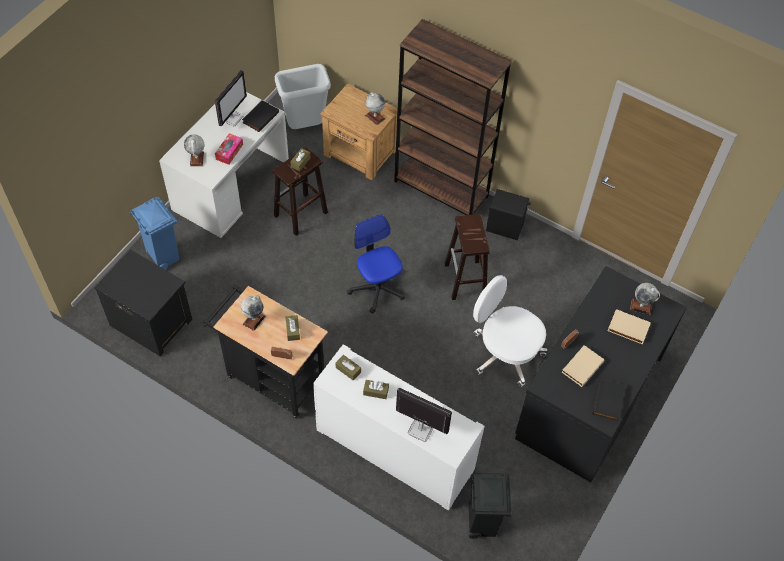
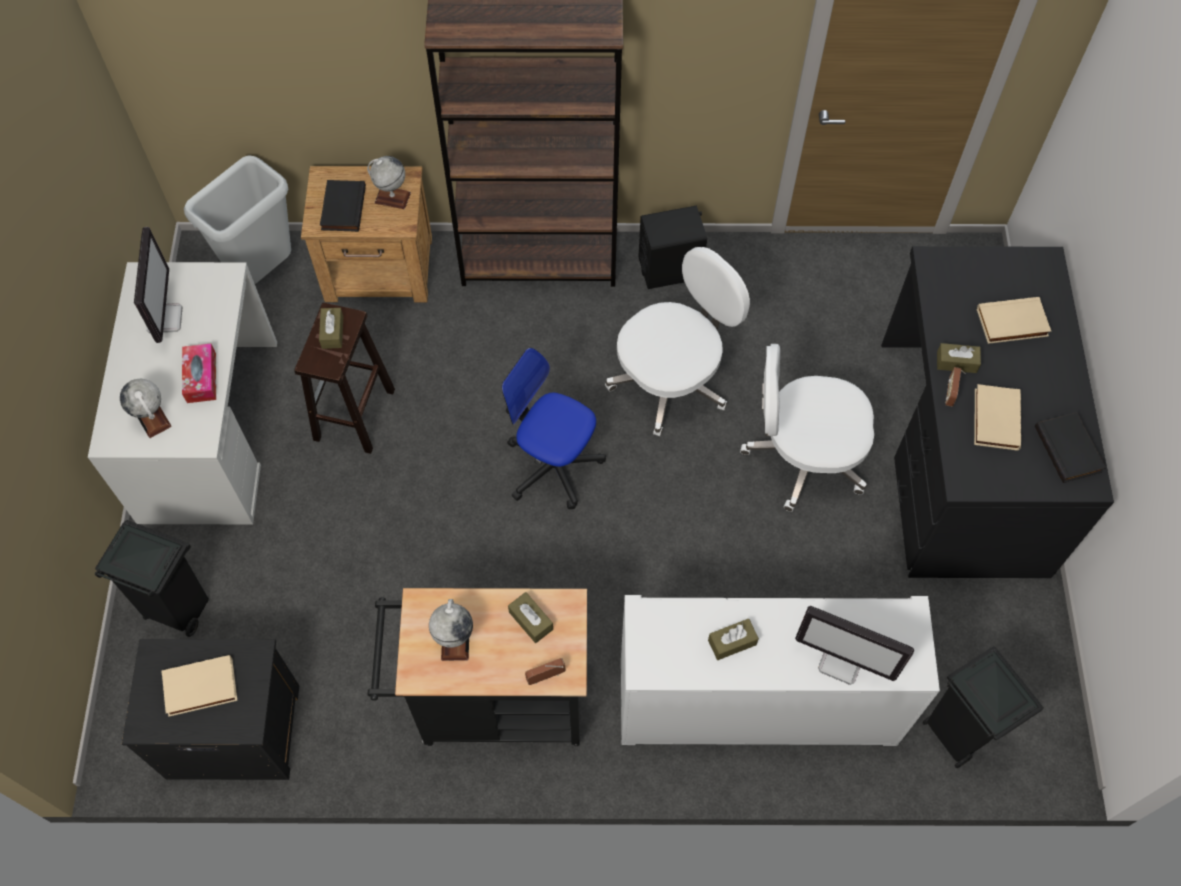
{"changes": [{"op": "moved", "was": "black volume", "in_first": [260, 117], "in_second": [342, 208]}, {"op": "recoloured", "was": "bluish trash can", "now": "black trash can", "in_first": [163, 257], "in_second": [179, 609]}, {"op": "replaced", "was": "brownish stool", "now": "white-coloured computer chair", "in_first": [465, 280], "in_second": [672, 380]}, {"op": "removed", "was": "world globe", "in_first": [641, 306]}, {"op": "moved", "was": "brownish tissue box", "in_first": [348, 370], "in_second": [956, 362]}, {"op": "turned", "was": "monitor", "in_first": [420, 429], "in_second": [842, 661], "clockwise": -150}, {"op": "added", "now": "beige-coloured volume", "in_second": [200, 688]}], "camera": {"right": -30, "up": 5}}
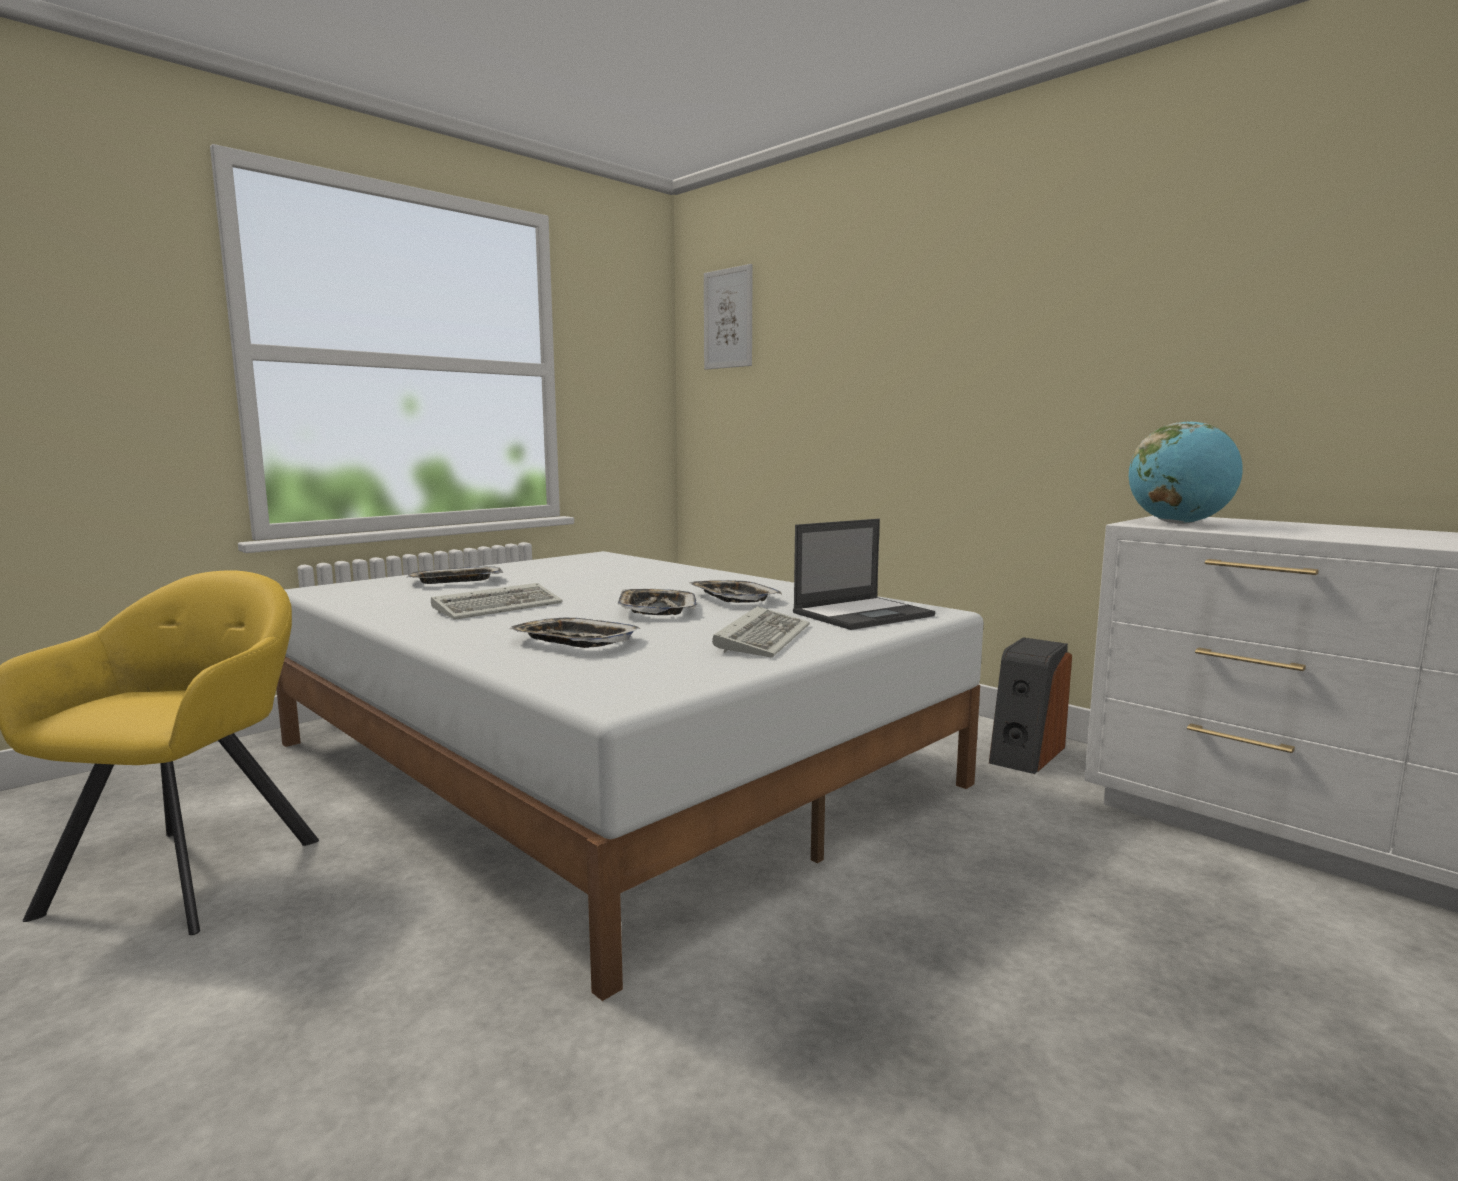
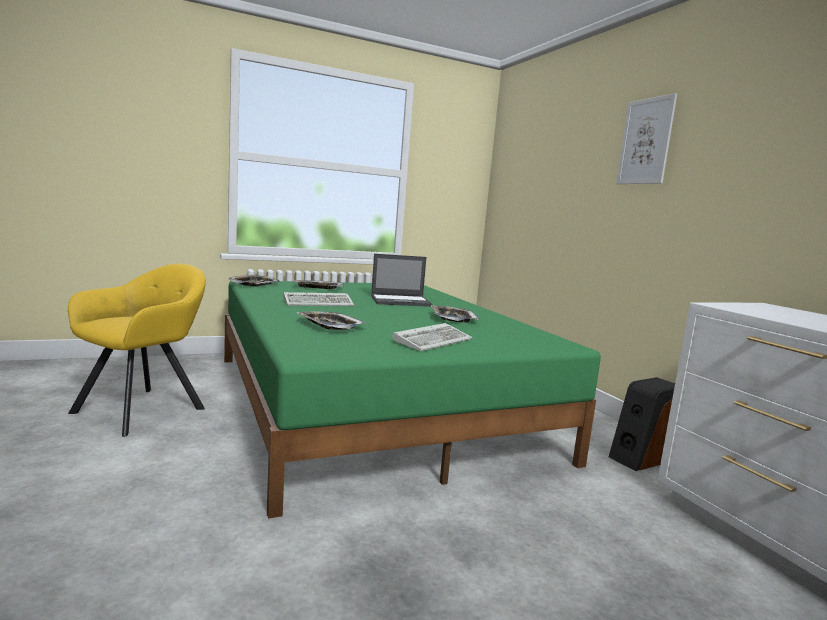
{"changes": [{"op": "moved", "was": "picture", "in_first": [728, 318], "in_second": [645, 141]}, {"op": "removed", "was": "world globe", "in_first": [1179, 523]}, {"op": "moved", "was": "notebook computer", "in_first": [864, 614], "in_second": [401, 301]}, {"op": "recoloured", "was": "white-coloured bed", "now": "green-coloured bed", "in_first": [608, 762], "in_second": [372, 404]}, {"op": "moved", "was": "serving tray", "in_first": [656, 609], "in_second": [254, 284]}], "camera": {"right": 20, "up": 0}}
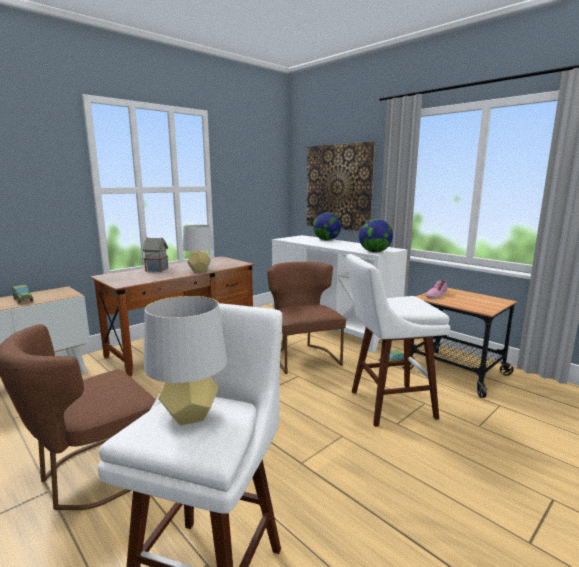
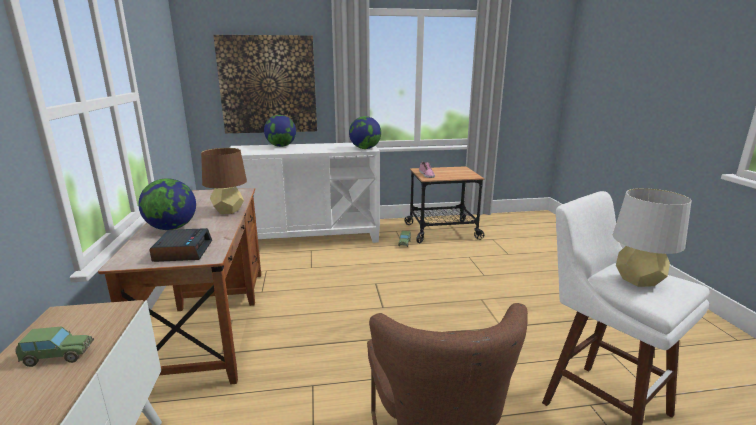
{"changes": [{"op": "recoloured", "was": "greyish lamp for a table", "now": "brownish lamp for a table", "in_first": [199, 270], "in_second": [228, 211]}, {"op": "replaced", "was": "toy house", "now": "world globe", "in_first": [157, 270], "in_second": [172, 228]}, {"op": "removed", "was": "white-coloured stool", "in_first": [386, 405]}, {"op": "removed", "was": "brownish upright chair", "in_first": [303, 356]}, {"op": "added", "now": "bedside clock", "in_second": [183, 251]}], "camera": {"right": -55, "up": 5}}
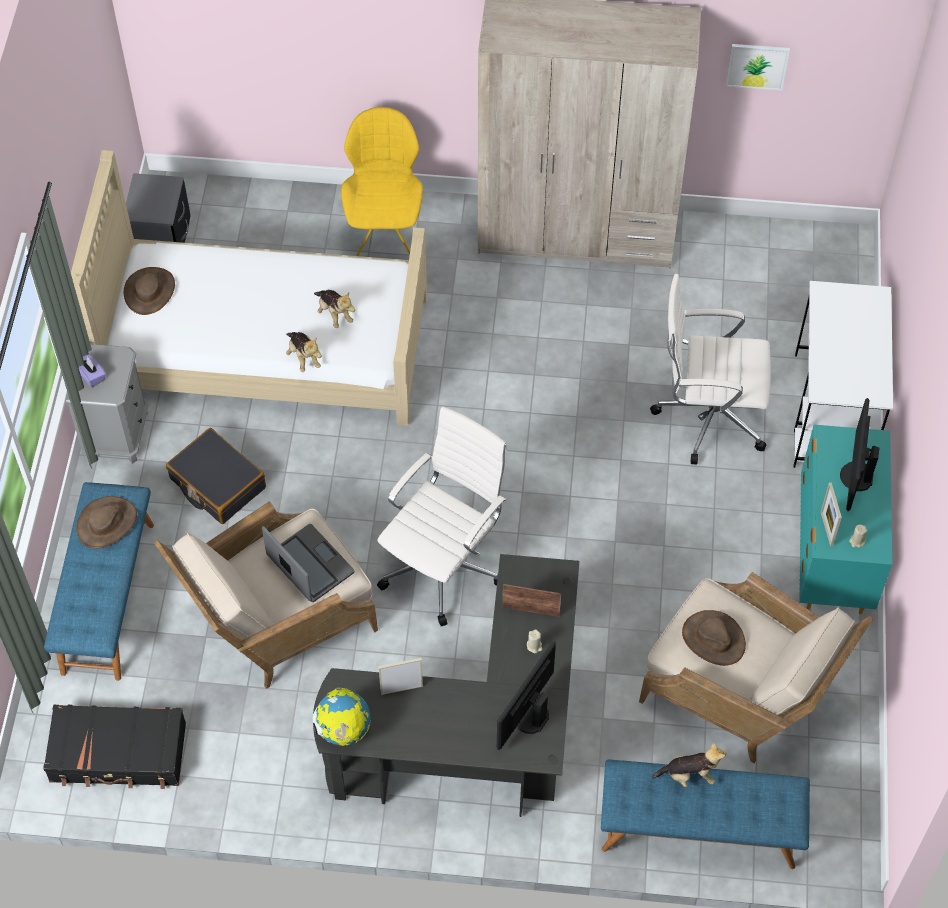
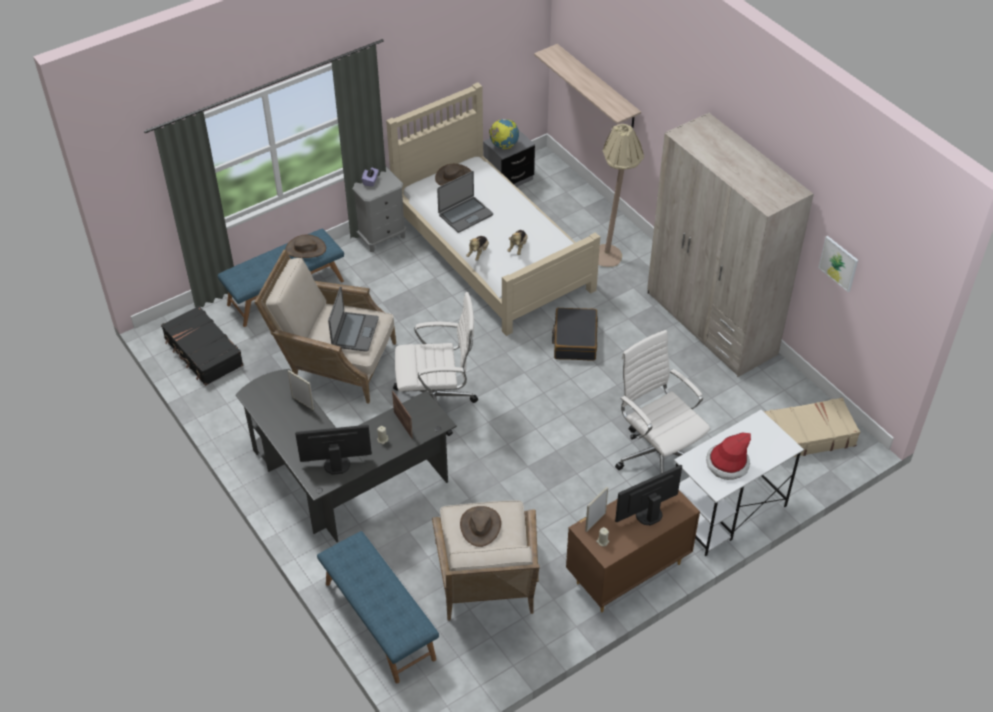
{"changes": [{"op": "replaced", "was": "yellow upright chair", "now": "beige-coloured floor lamp", "in_first": [385, 238], "in_second": [612, 252]}, {"op": "recoloured", "was": "turquoise drawer chest", "now": "brownish drawer chest", "in_first": [832, 556], "in_second": [627, 573]}, {"op": "moved", "was": "black travel case", "in_first": [217, 483], "in_second": [575, 340]}, {"op": "moved", "was": "world globe", "in_first": [343, 730], "in_second": [504, 146]}, {"op": "removed", "was": "plush toy", "in_first": [689, 775]}, {"op": "added", "now": "shelf", "in_second": [597, 86]}, {"op": "added", "now": "notebook computer", "in_second": [465, 215]}, {"op": "added", "now": "beige-coloured travel case", "in_second": [806, 435]}, {"op": "added", "now": "hat", "in_second": [727, 464]}], "camera": {"right": 50, "up": -10}}
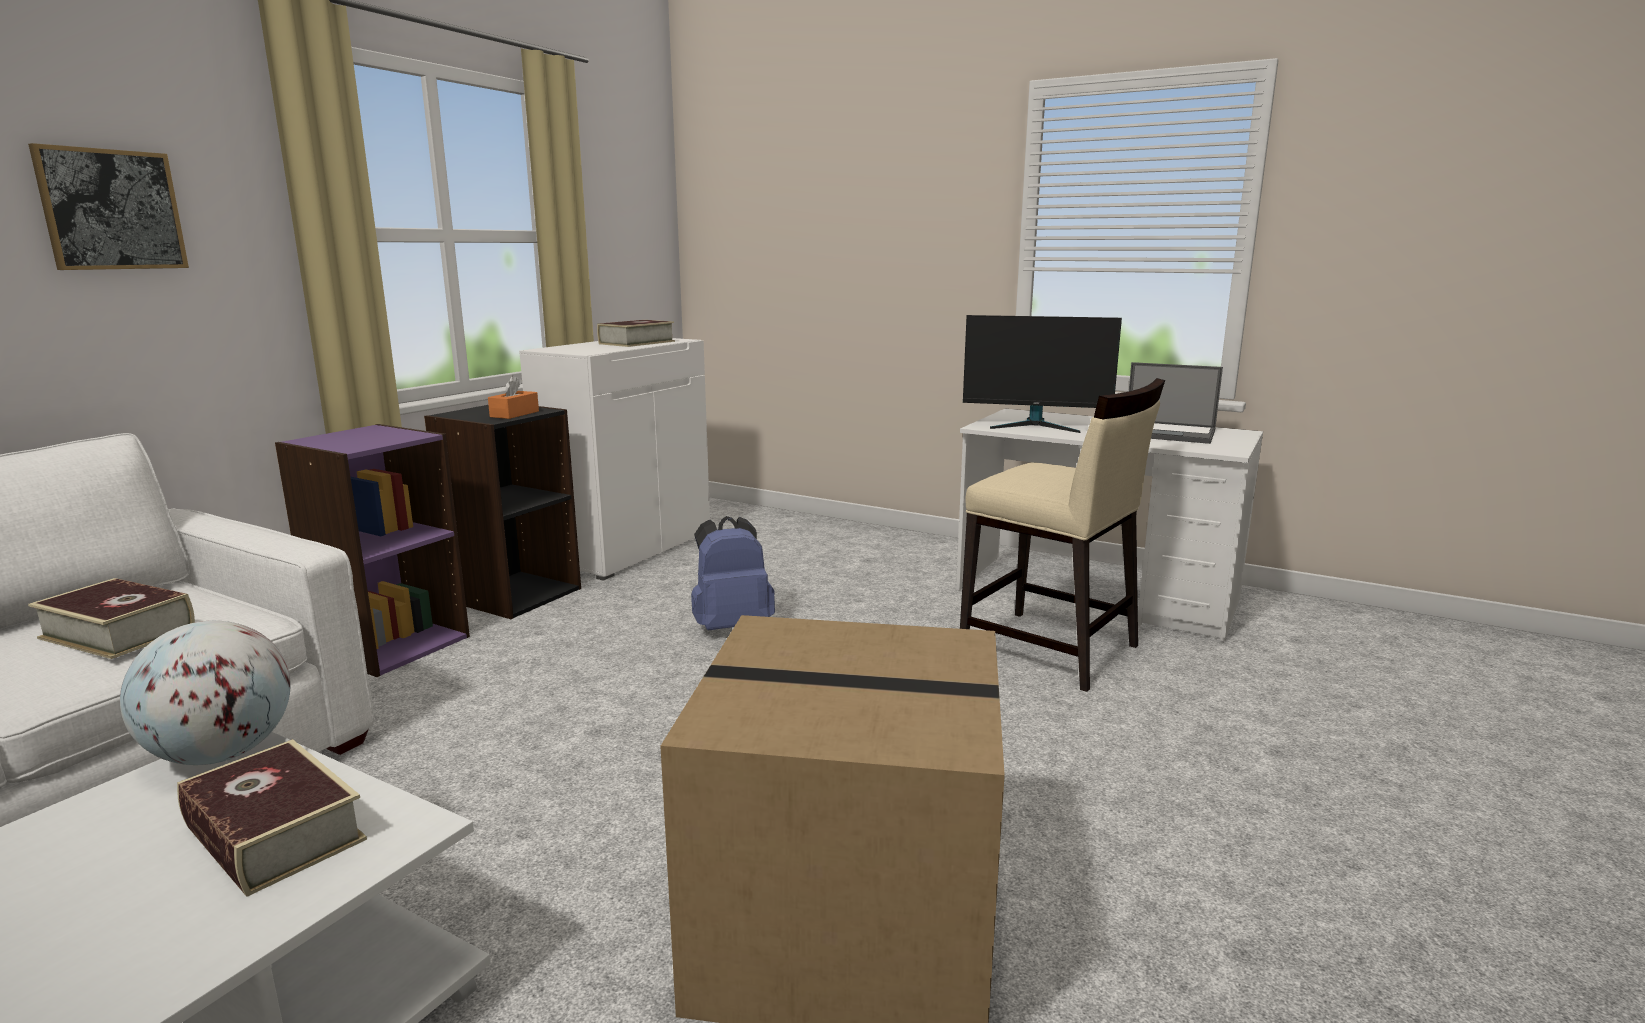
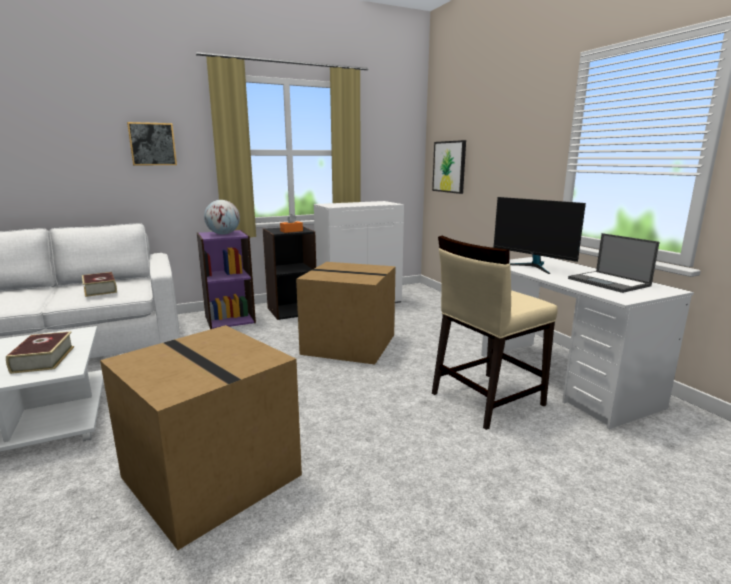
{"changes": [{"op": "removed", "was": "volume", "in_first": [637, 342]}, {"op": "turned", "was": "beige-coloured upright chair", "in_first": [1050, 650], "in_second": [485, 399], "clockwise": 75}, {"op": "replaced", "was": "bluish backpack", "now": "cardboard box", "in_first": [731, 626], "in_second": [350, 344]}, {"op": "moved", "was": "world globe", "in_first": [221, 754], "in_second": [223, 234]}, {"op": "added", "now": "picture", "in_second": [449, 167]}], "camera": {"right": 35, "up": 0}}
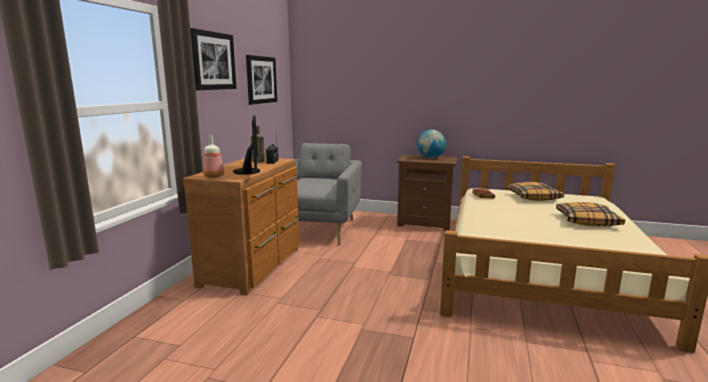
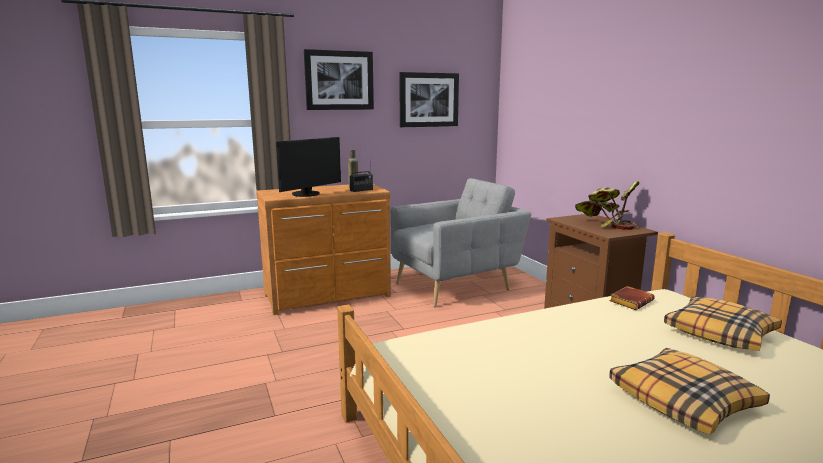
{"changes": [{"op": "replaced", "was": "world globe", "now": "plant in a pot", "in_first": [430, 158], "in_second": [606, 224]}, {"op": "removed", "was": "bottle", "in_first": [213, 176]}], "camera": {"right": 50, "up": 0}}
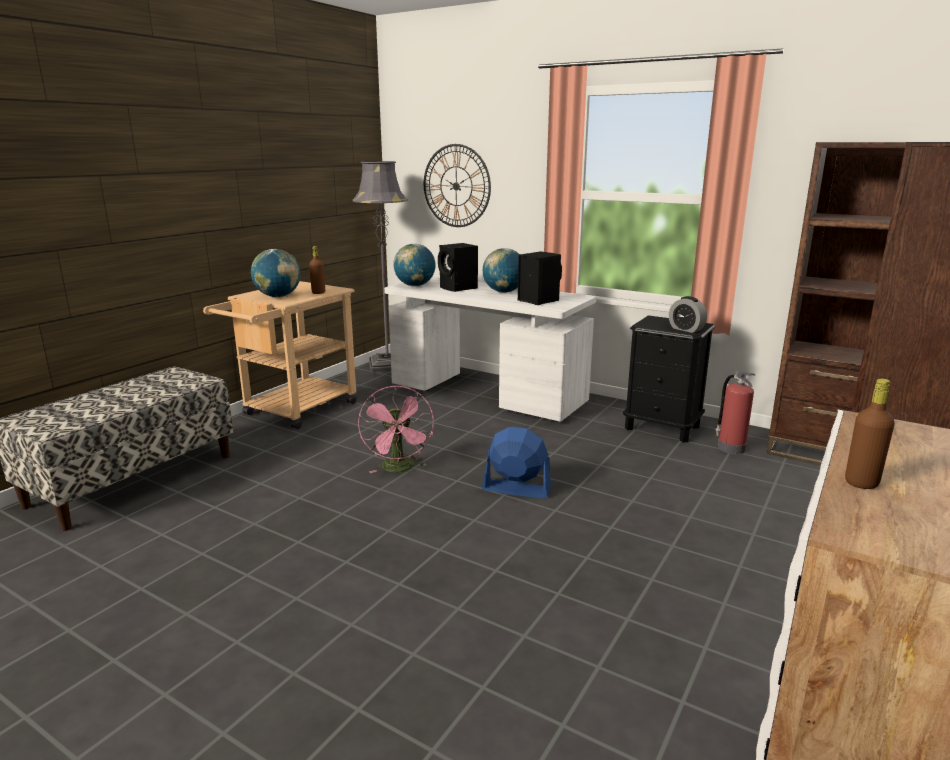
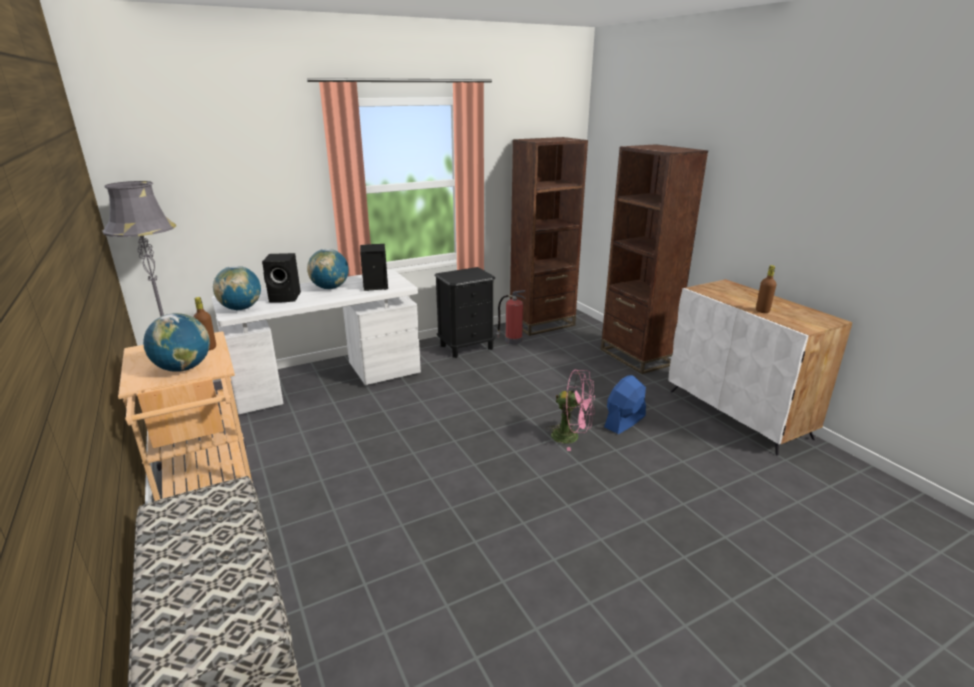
{"changes": [{"op": "removed", "was": "clock on the wall", "in_first": [456, 186]}, {"op": "removed", "was": "bedside clock", "in_first": [686, 329]}, {"op": "moved", "was": "pinkish fan", "in_first": [400, 469], "in_second": [571, 437]}, {"op": "moved", "was": "bluish fan", "in_first": [516, 489], "in_second": [624, 422]}], "camera": {"right": -60, "up": 5}}
